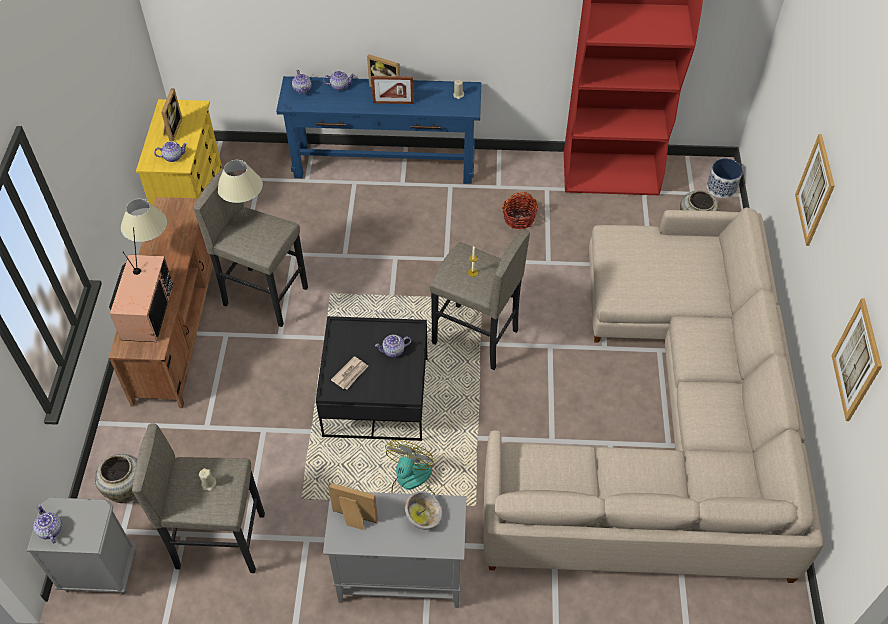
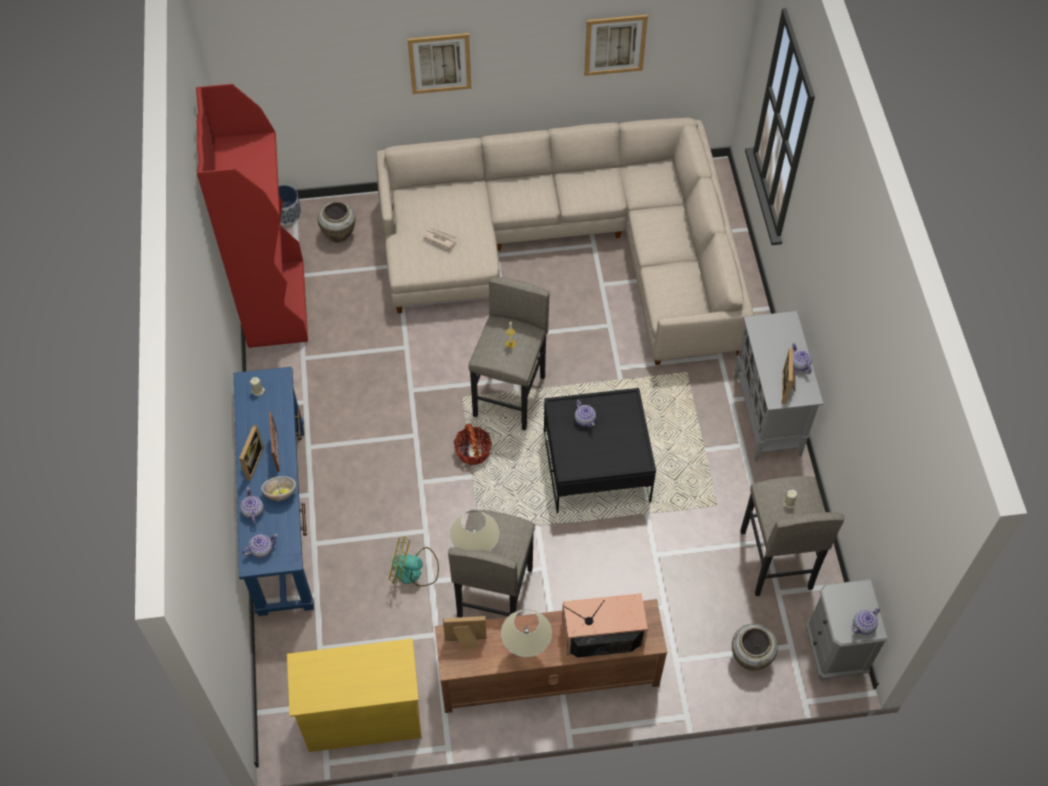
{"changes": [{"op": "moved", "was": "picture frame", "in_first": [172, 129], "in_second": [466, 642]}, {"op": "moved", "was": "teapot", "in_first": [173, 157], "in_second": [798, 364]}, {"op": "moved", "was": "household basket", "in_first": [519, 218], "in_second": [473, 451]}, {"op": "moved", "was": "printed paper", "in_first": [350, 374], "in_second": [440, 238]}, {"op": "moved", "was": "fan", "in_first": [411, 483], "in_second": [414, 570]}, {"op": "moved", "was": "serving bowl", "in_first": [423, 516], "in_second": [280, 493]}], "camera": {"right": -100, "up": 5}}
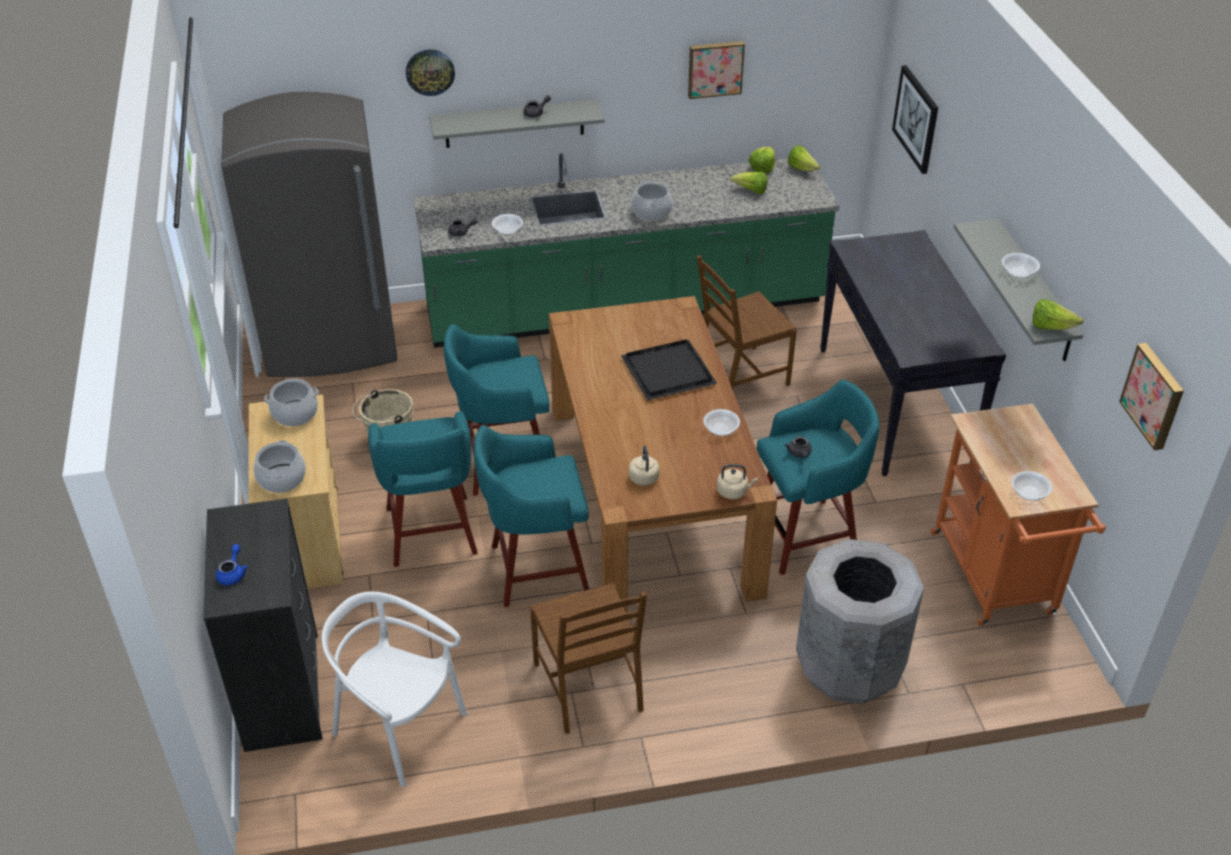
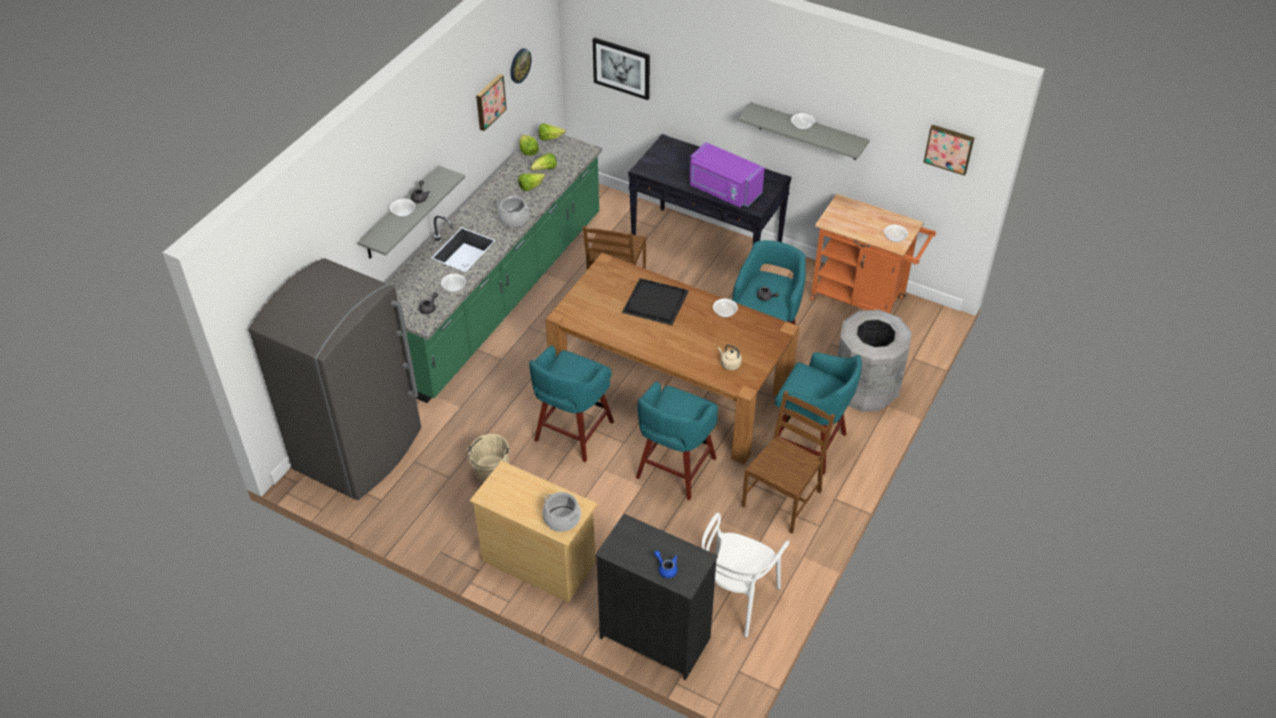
{"changes": [{"op": "moved", "was": "clock on the wall", "in_first": [430, 72], "in_second": [519, 65]}, {"op": "moved", "was": "head of lettuce", "in_first": [1050, 327], "in_second": [530, 187]}, {"op": "removed", "was": "cooking pot", "in_first": [295, 413]}, {"op": "moved", "was": "turquoise stool", "in_first": [431, 533], "in_second": [810, 444]}, {"op": "removed", "was": "beige-coloured tea kettle", "in_first": [733, 491]}, {"op": "turned", "was": "brownish upright chair", "in_first": [590, 687], "in_second": [782, 498], "clockwise": -75}, {"op": "turned", "was": "white-coloured upright chair", "in_first": [399, 729], "in_second": [735, 598], "clockwise": -45}, {"op": "added", "now": "purplish microwave", "in_second": [723, 190]}, {"op": "added", "now": "serving bowl", "in_second": [403, 212]}], "camera": {"right": -50, "up": 5}}
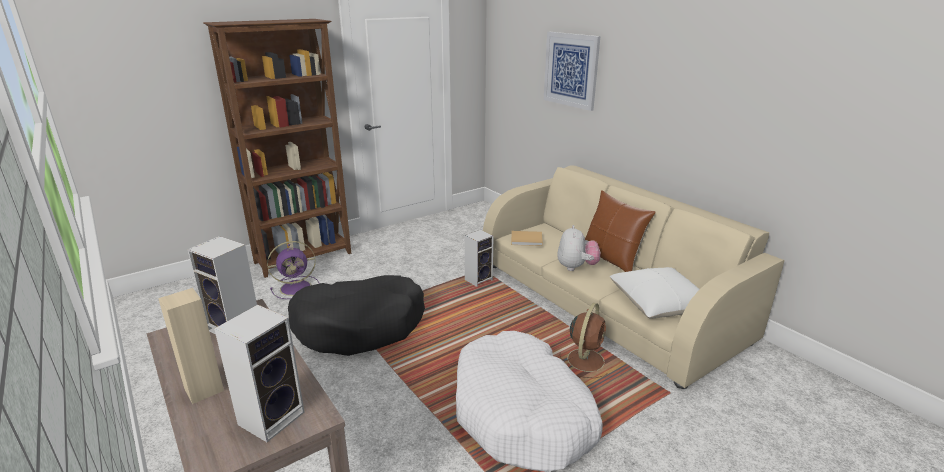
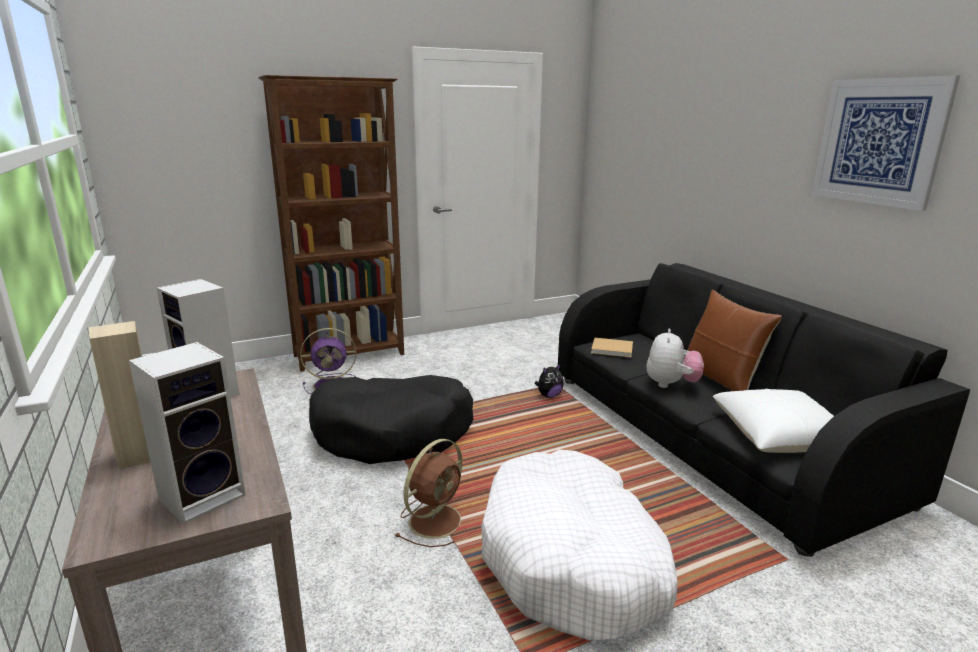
{"changes": [{"op": "moved", "was": "picture", "in_first": [571, 70], "in_second": [879, 142]}, {"op": "recoloured", "was": "beige-coloured settee", "now": "black settee", "in_first": [606, 300], "in_second": [712, 433]}, {"op": "replaced", "was": "loudspeaker", "now": "plush toy", "in_first": [479, 280], "in_second": [549, 395]}, {"op": "moved", "was": "brownish fan", "in_first": [586, 359], "in_second": [437, 520]}], "camera": {"right": 10, "up": -5}}
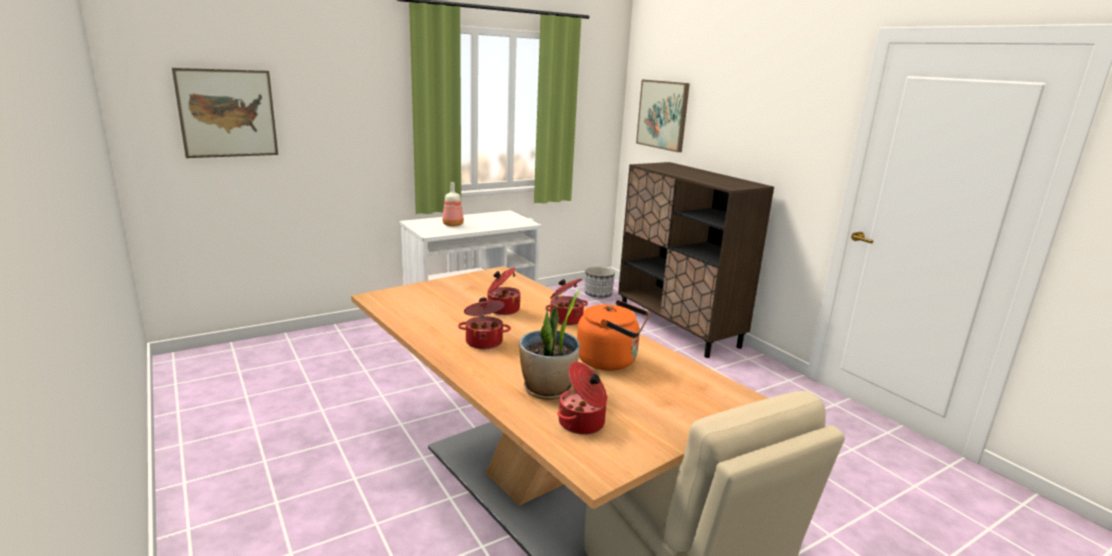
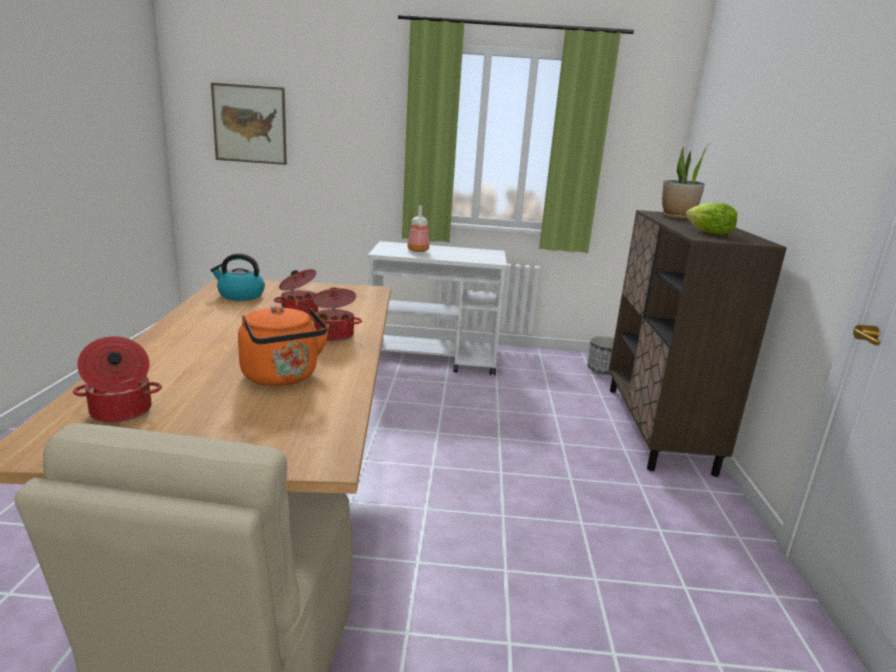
{"changes": [{"op": "removed", "was": "picture", "in_first": [663, 115]}, {"op": "moved", "was": "plant in a pot", "in_first": [547, 390], "in_second": [677, 217]}, {"op": "removed", "was": "cooking pot", "in_first": [484, 341]}, {"op": "added", "now": "head of lettuce", "in_second": [708, 233]}, {"op": "added", "now": "tea kettle", "in_second": [240, 295]}], "camera": {"right": 35, "up": 0}}
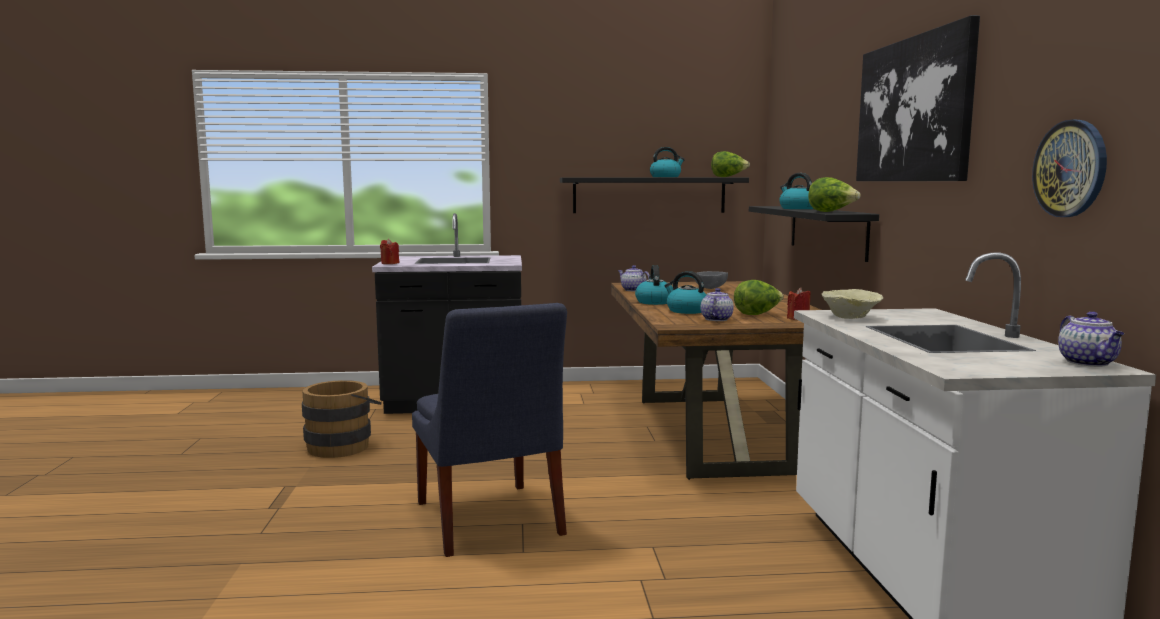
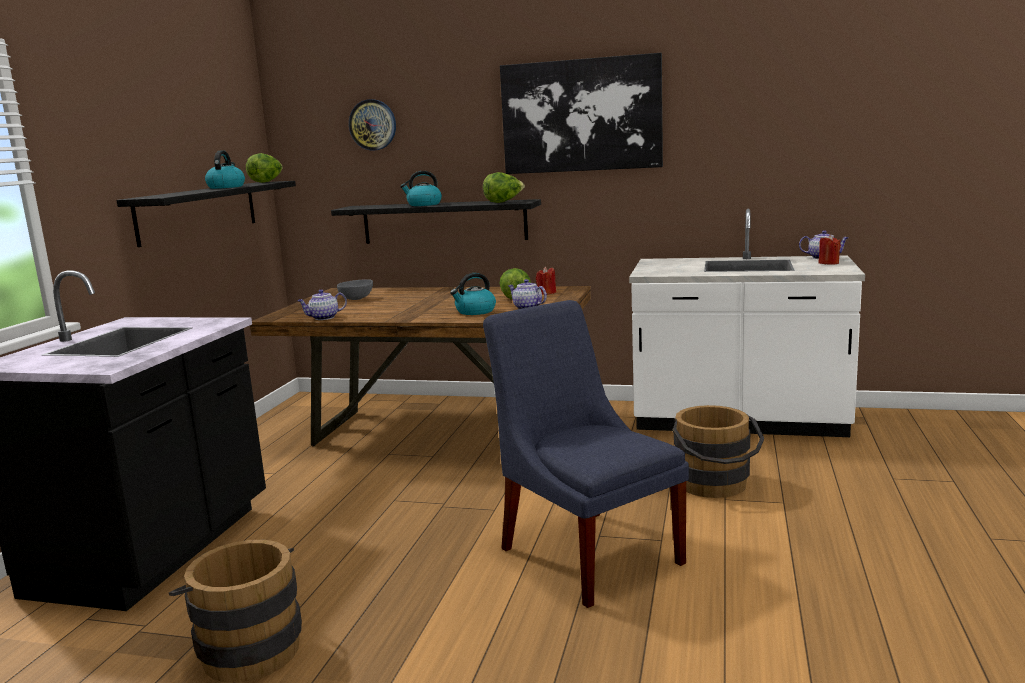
{"changes": [{"op": "moved", "was": "clock on the wall", "in_first": [1070, 169], "in_second": [373, 125]}, {"op": "moved", "was": "reddish wax candle", "in_first": [390, 263], "in_second": [828, 263]}, {"op": "removed", "was": "tea kettle", "in_first": [654, 302]}, {"op": "removed", "was": "beige-coloured serving bowl", "in_first": [852, 318]}, {"op": "turned", "was": "bluish upright chair", "in_first": [489, 521], "in_second": [586, 551], "clockwise": -120}, {"op": "added", "now": "brownish bucket", "in_second": [715, 486]}], "camera": {"right": -70, "up": 5}}
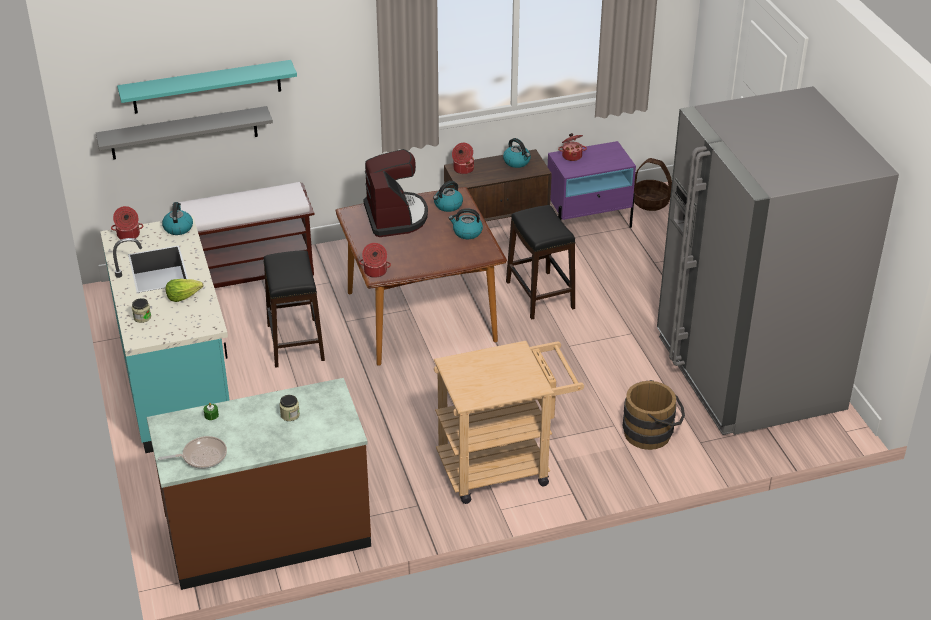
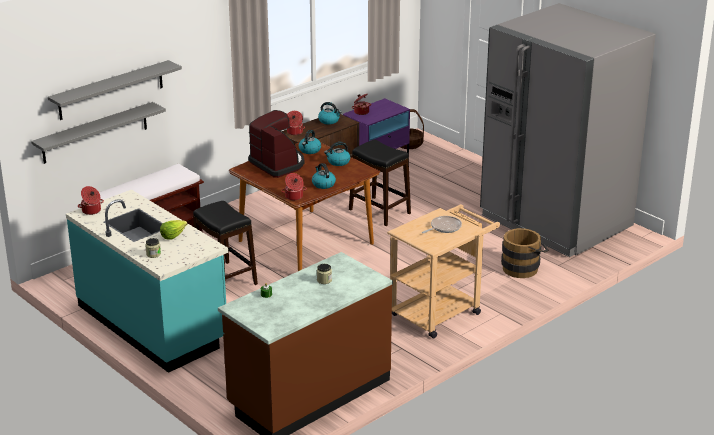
{"changes": [{"op": "recoloured", "was": "turquoise shelf", "now": "greyish shelf", "in_first": [207, 87], "in_second": [111, 90]}, {"op": "moved", "was": "tea kettle", "in_first": [178, 228], "in_second": [323, 184]}, {"op": "moved", "was": "pan", "in_first": [201, 456], "in_second": [444, 227]}], "camera": {"right": -25, "up": -10}}
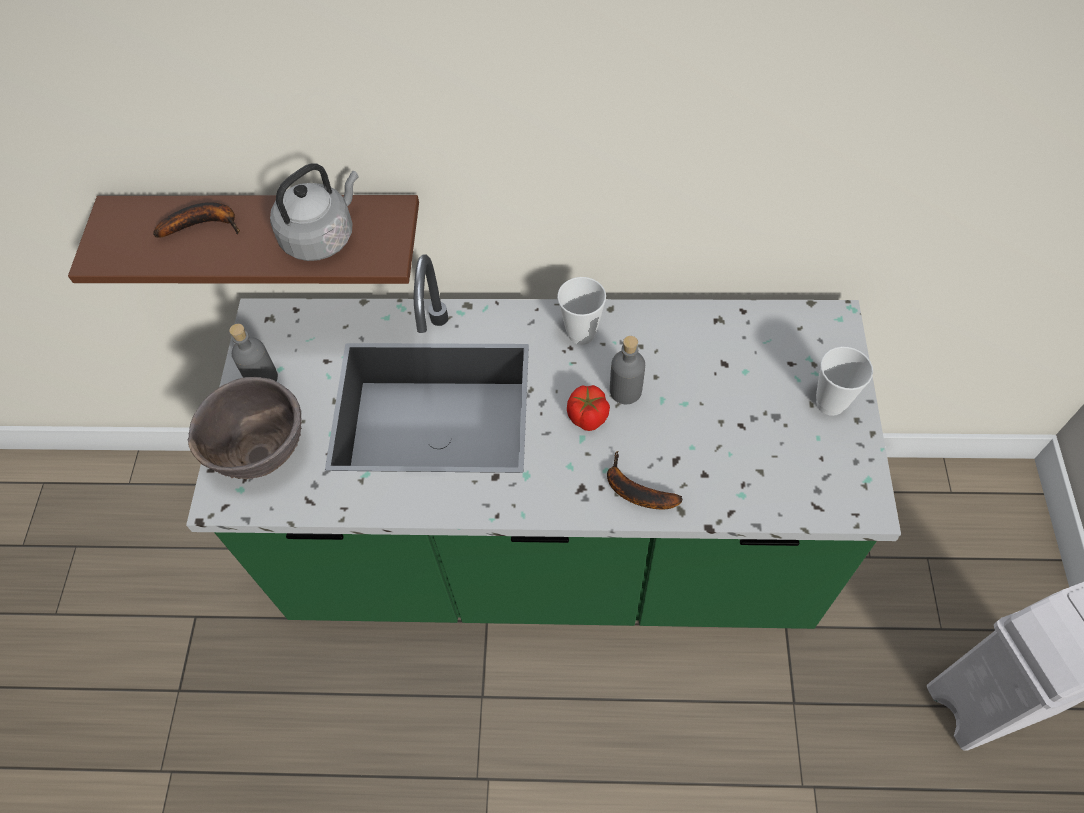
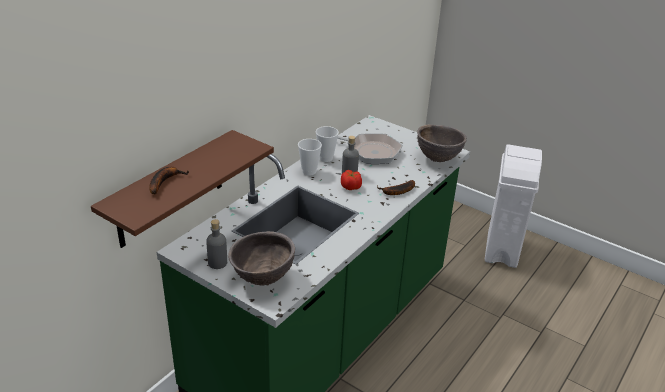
{"changes": [{"op": "removed", "was": "greyish tea kettle", "in_first": [322, 236]}, {"op": "moved", "was": "drinking cup", "in_first": [830, 403], "in_second": [326, 158]}, {"op": "added", "now": "brownish serving bowl", "in_second": [438, 159]}, {"op": "added", "now": "pan", "in_second": [370, 151]}], "camera": {"right": -60, "up": -25}}
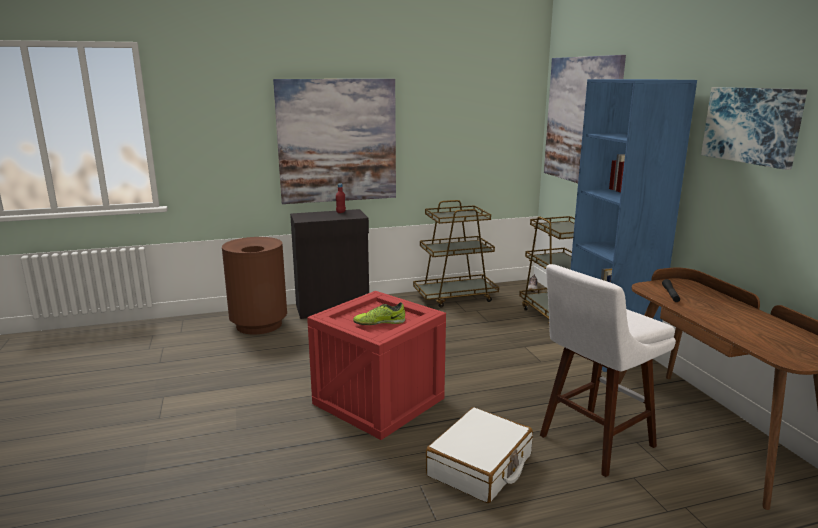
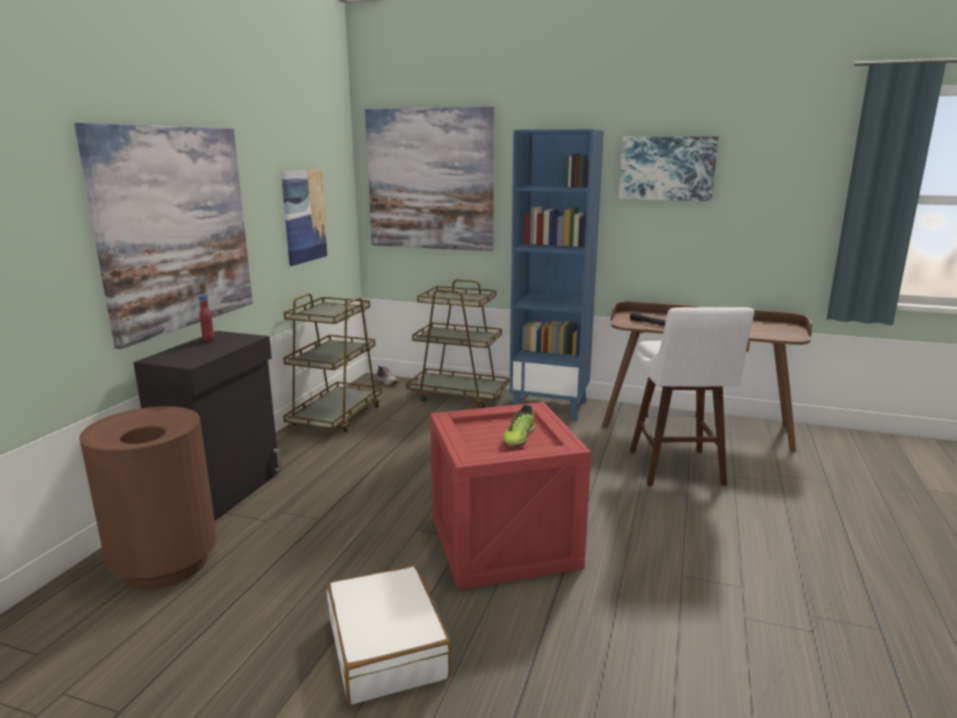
{"changes": [{"op": "moved", "was": "white-coloured travel case", "in_first": [480, 466], "in_second": [387, 647]}, {"op": "added", "now": "picture", "in_second": [304, 216]}], "camera": {"right": -55, "up": 0}}
